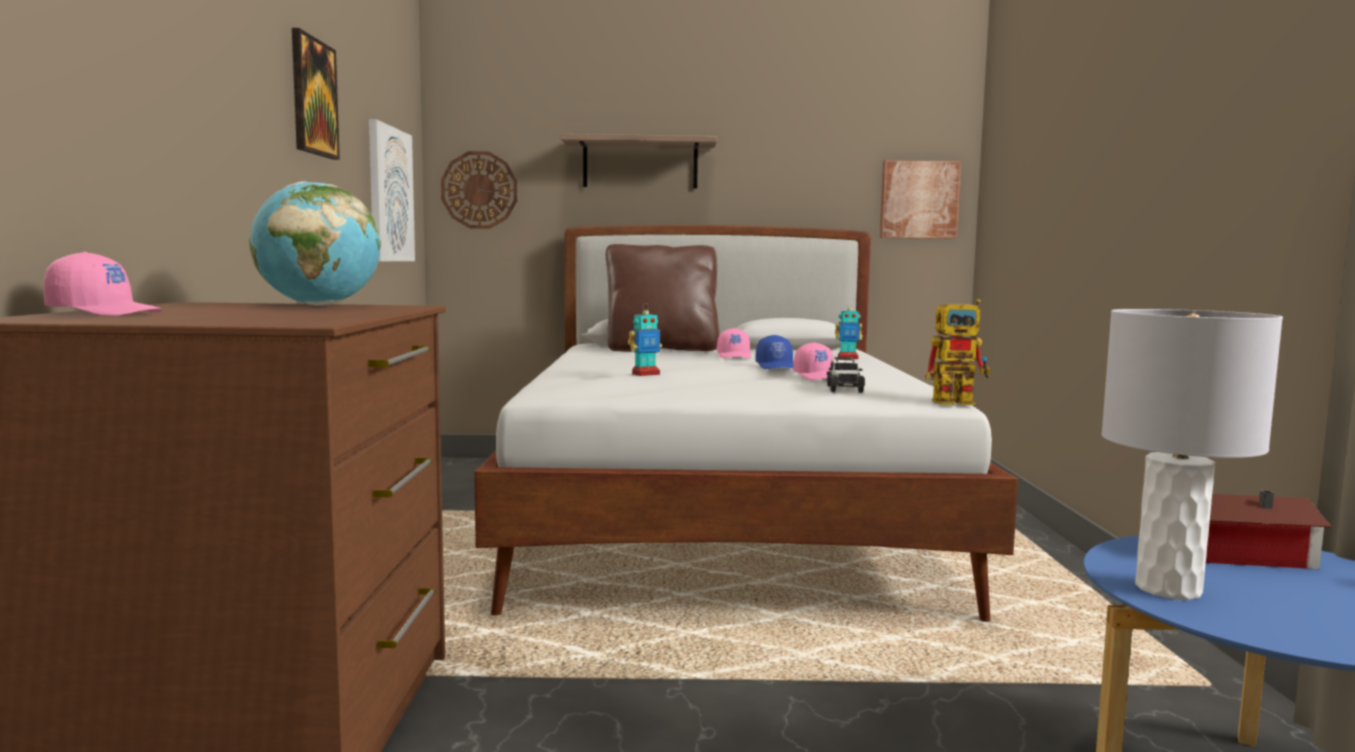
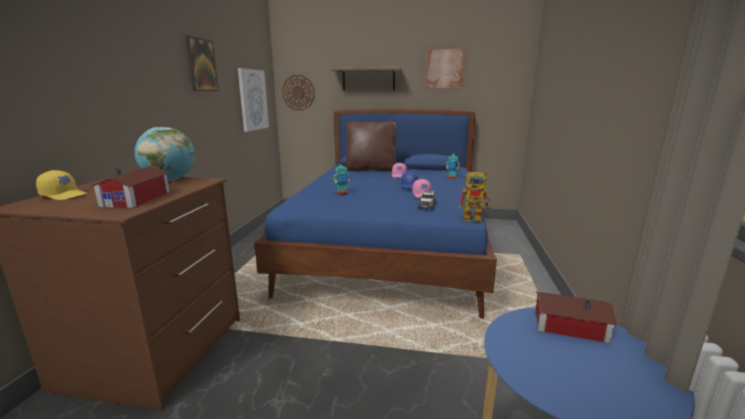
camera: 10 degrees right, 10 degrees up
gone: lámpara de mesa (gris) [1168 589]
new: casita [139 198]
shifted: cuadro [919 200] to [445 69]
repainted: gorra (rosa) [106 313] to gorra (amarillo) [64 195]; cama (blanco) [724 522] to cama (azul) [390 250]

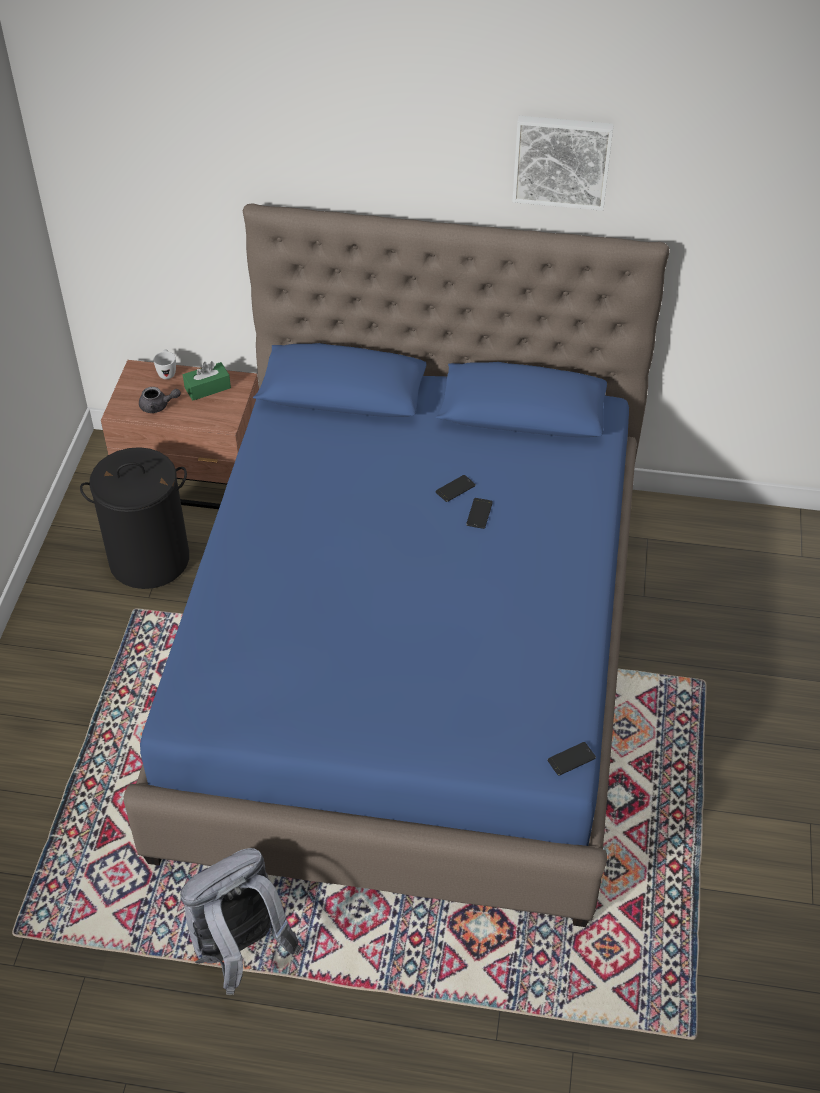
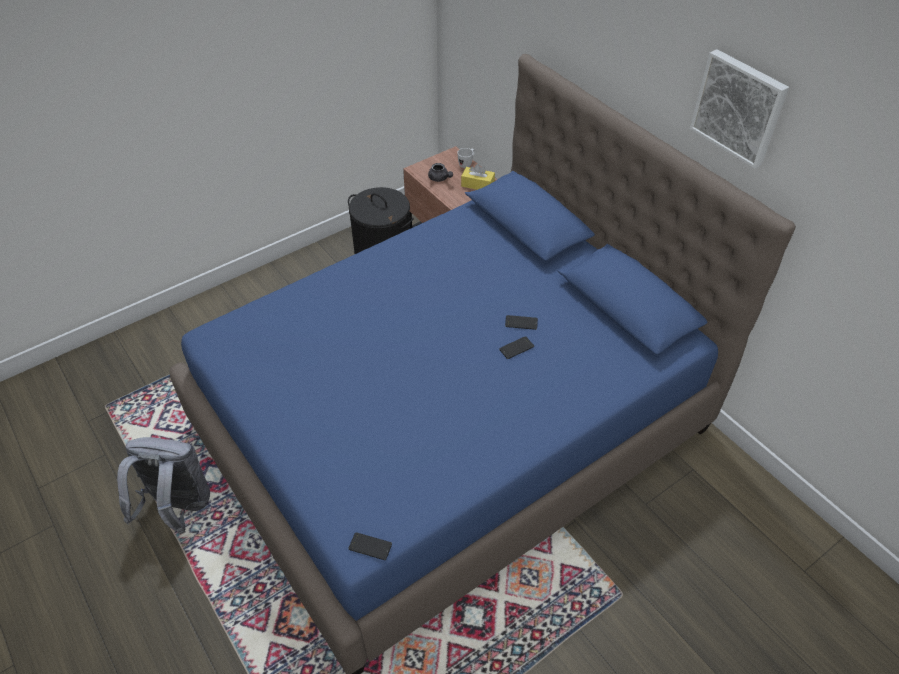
camera: 45 degrees right, 0 degrees up
repainted: caja de pañuelos (verde) [207 388] to caja de pañuelos (amarillo) [477 184]

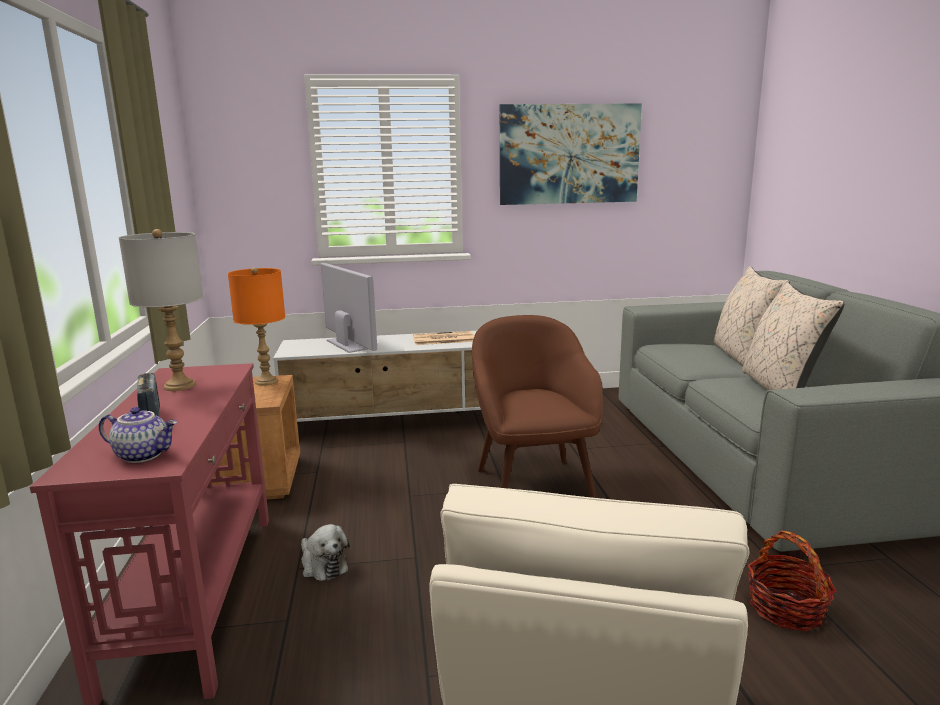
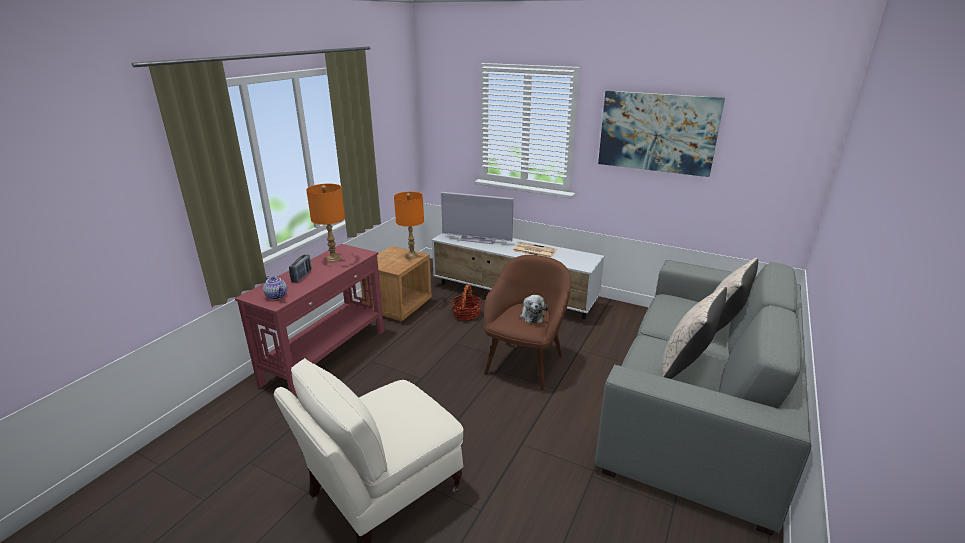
camera: 35 degrees right, 10 degrees up
shifted: cesta [786 609] to [467 314]; peluche [322 565] to [532 315]
repainted: lámpara de mesa (gris) [179 386] to lámpara de mesa (naranja) [333 259]
rotated: televisor [346 345] = [477 240] 105 degrees clockwise

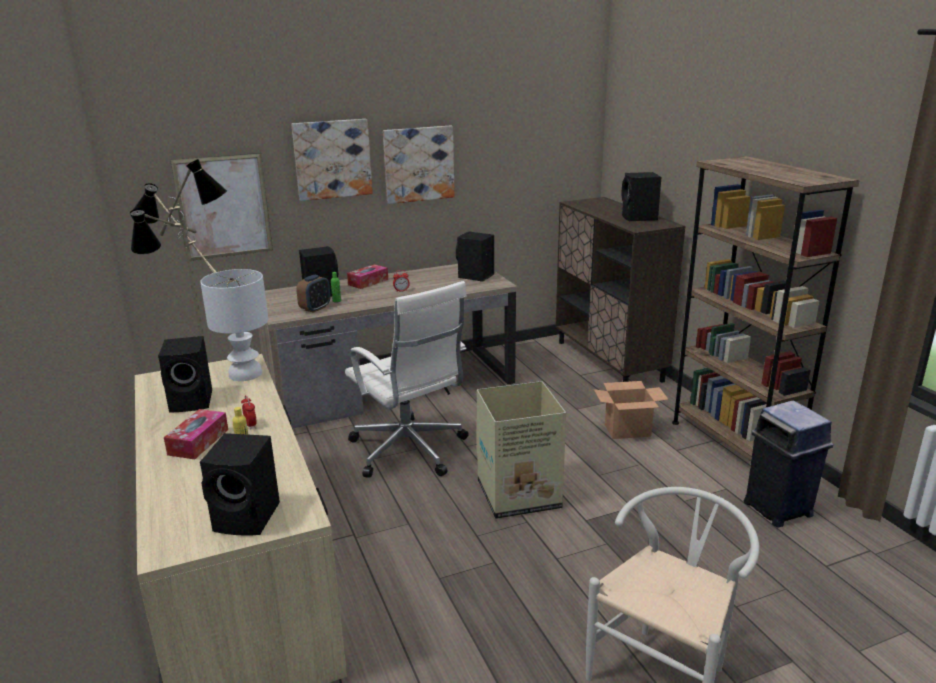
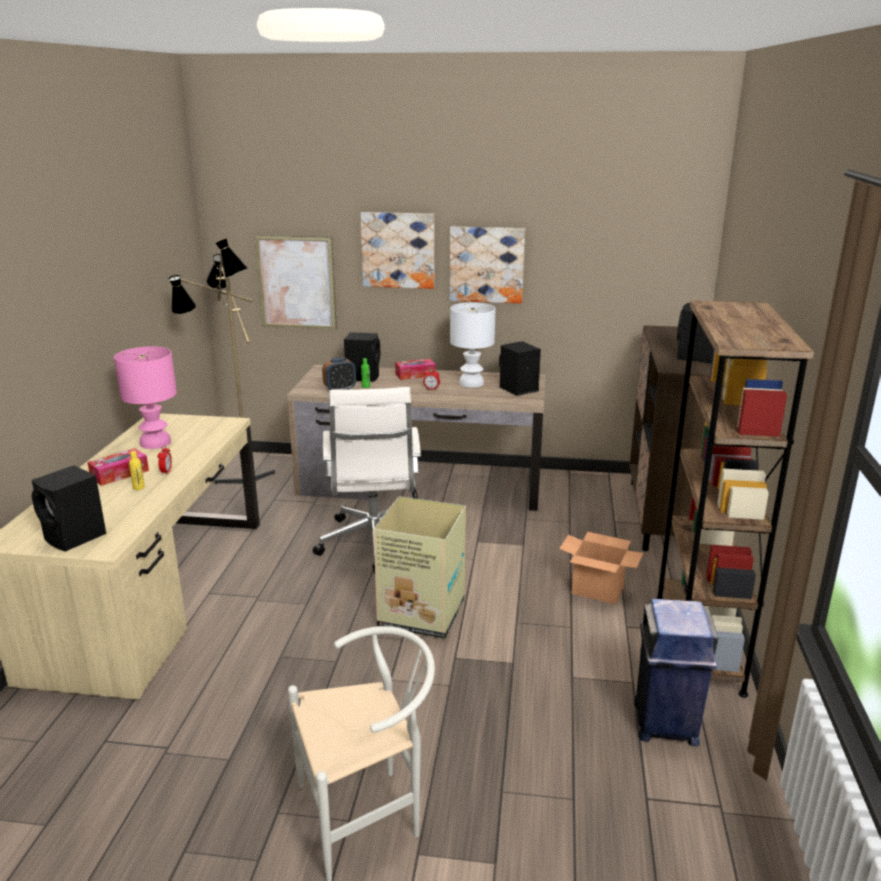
camera: 30 degrees right, 0 degrees up
shifted: lámpara de mesa (blanco) [246 374] to [472 383]
swapped: altavoz (negro) [193 401] to lámpara de mesa (rosa) [156 443]

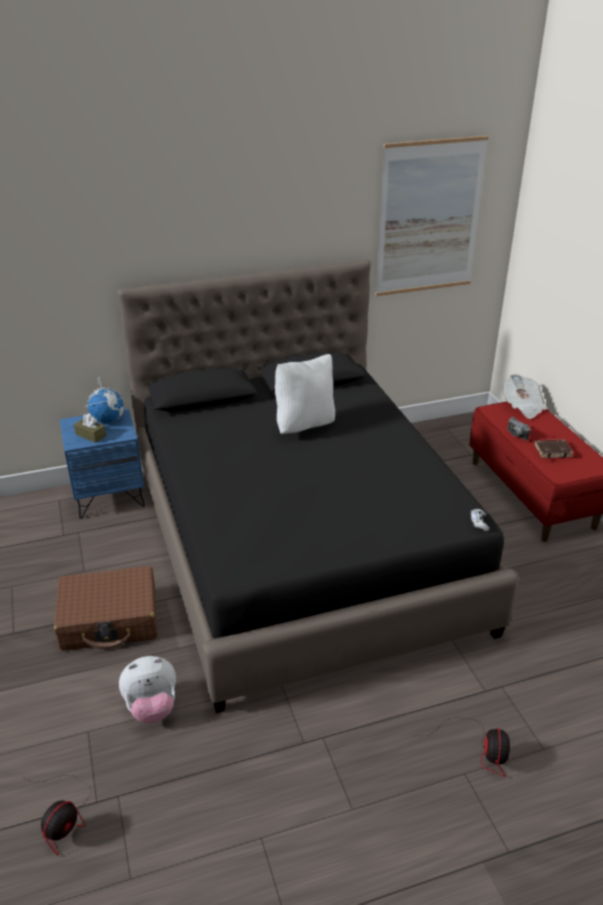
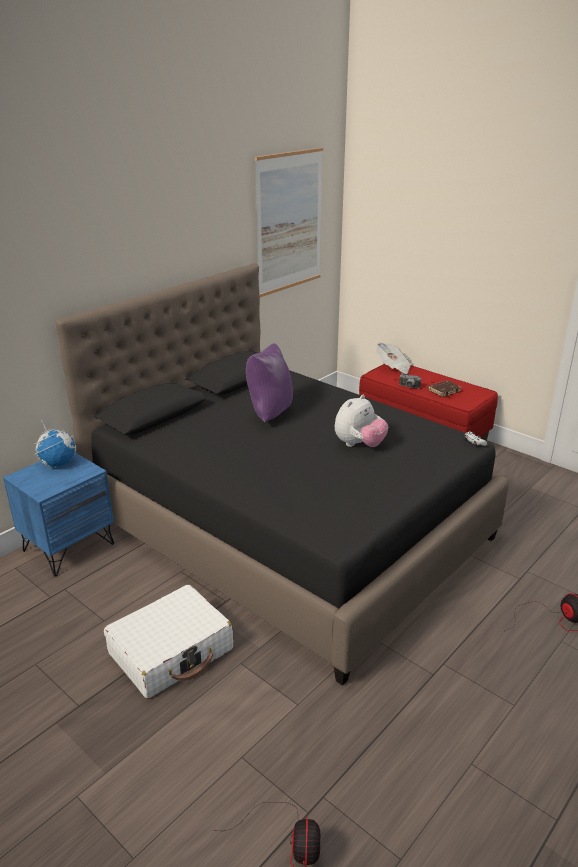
camera: 30 degrees left, 5 degrees down
gone: caja de pañuelos (marrón) [91 435]
shifted: peluche [152 708] to [359 445]
repainted: maleta (marrón) [110 620] to maleta (blanco) [171 652]; cojín (blanco) [304 425] to cojín (morado) [269 413]

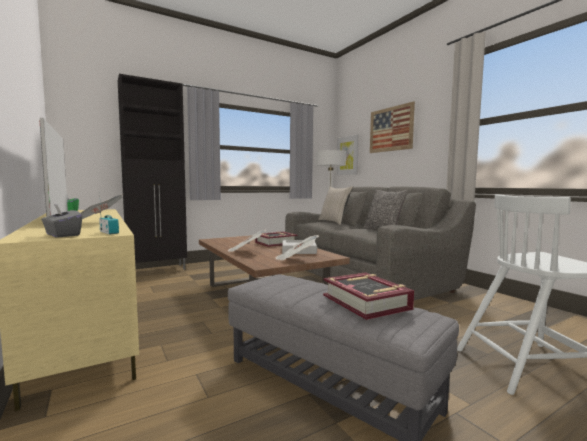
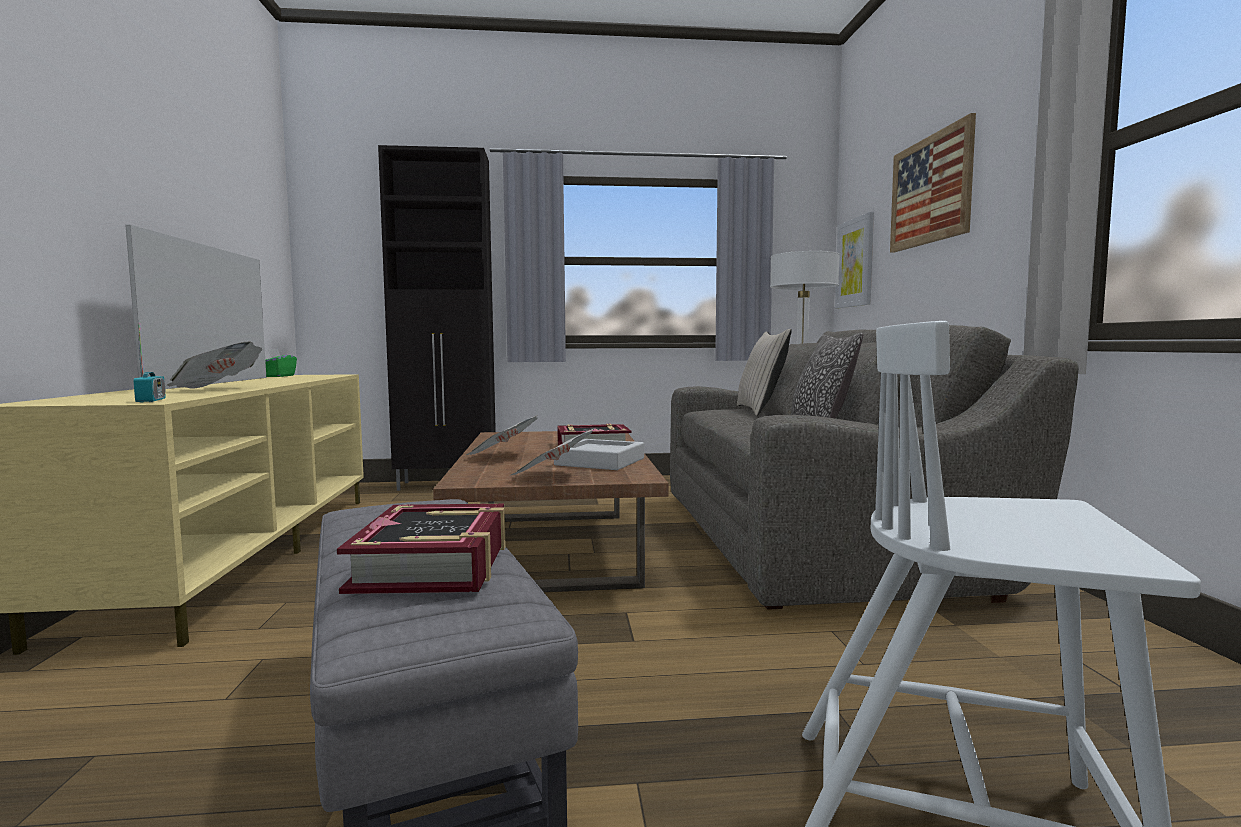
camera: 25 degrees right, 0 degrees up
gone: caja de pañuelos (gris) [62 235]

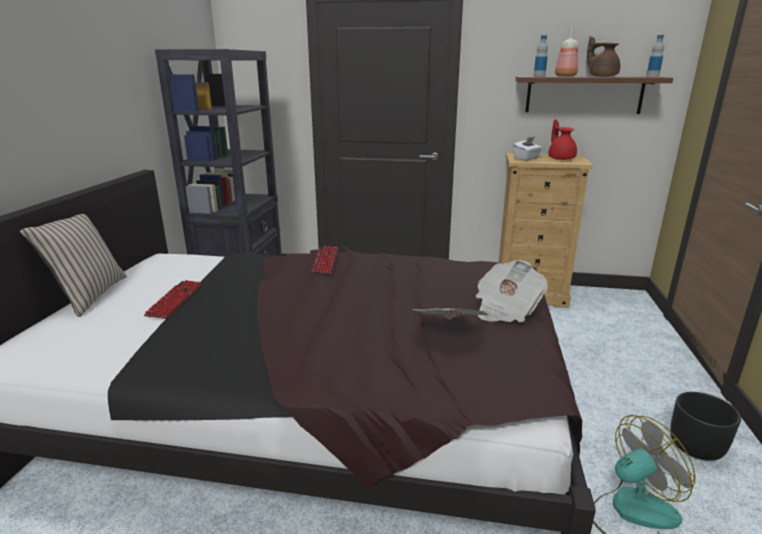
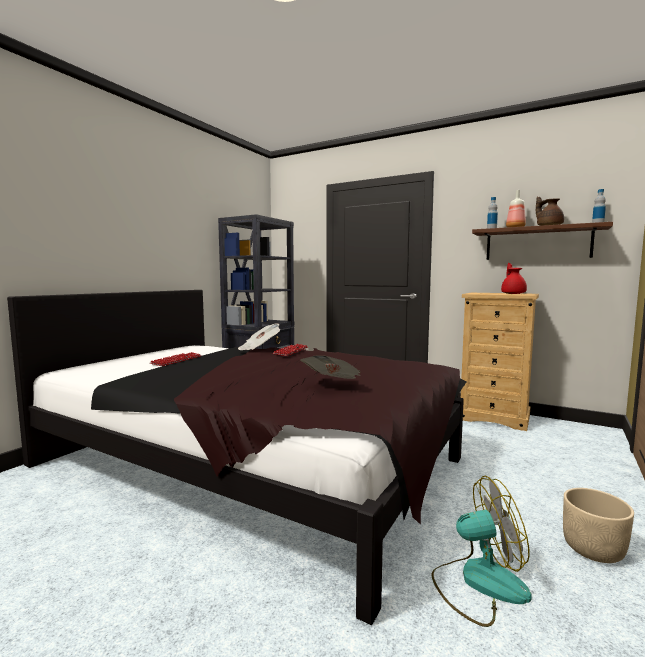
camera: 20 degrees right, 15 degrees down
gone: cojín (beis) [89 296]; caja de pañuelos (blanco) [526 158]
shifted: periódico [506 309] to [259 348]
repainted: maceta (negro) [696 447] to maceta (beis) [593 550]

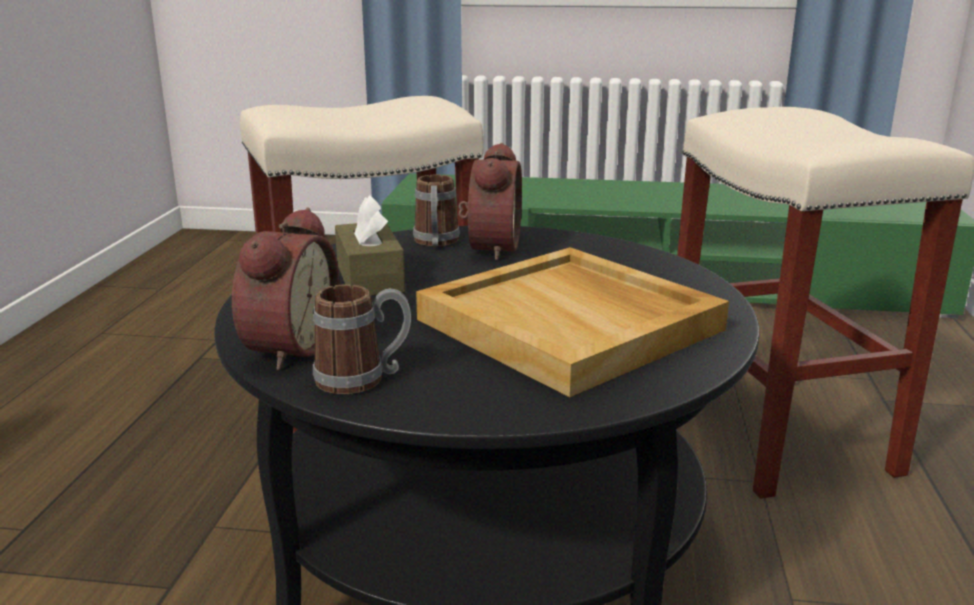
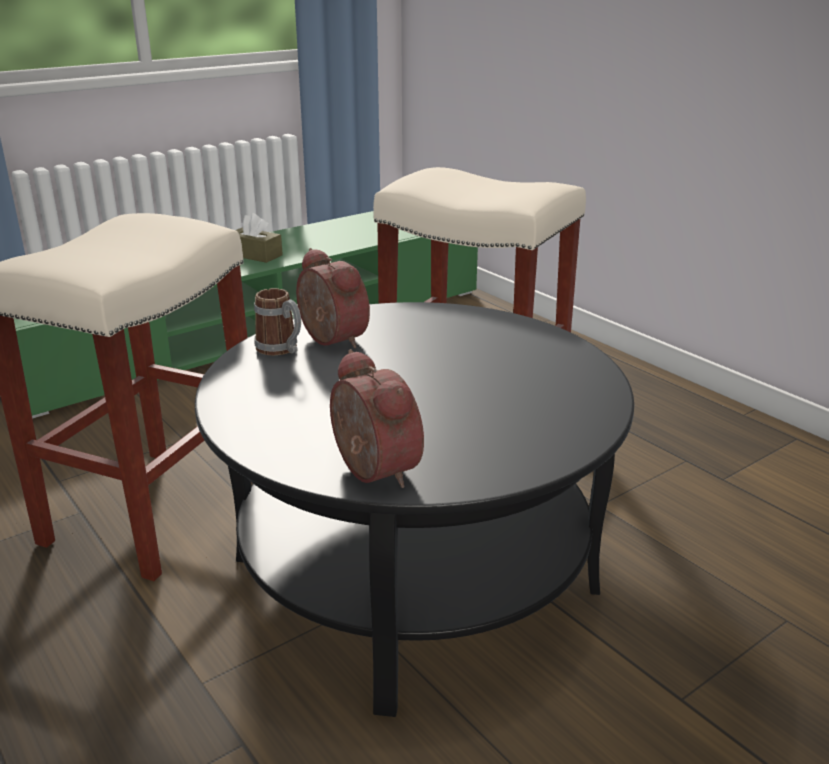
camera: 45 degrees left, 5 degrees up
gone: taza grande [363 378]; bandeja (beis) [572 324]
shifted: caja de pañuelos (marrón) [370 278] to [255 255]

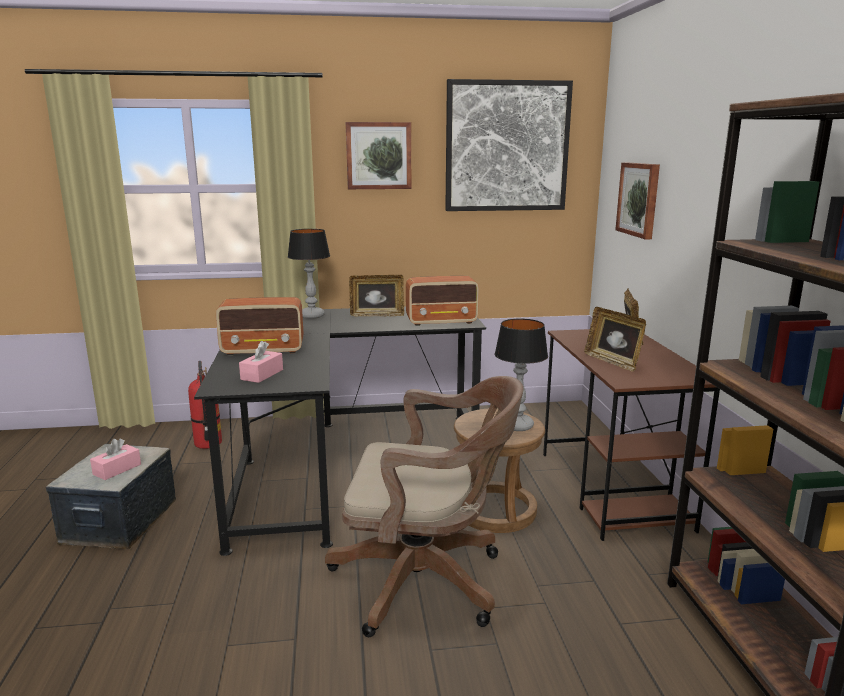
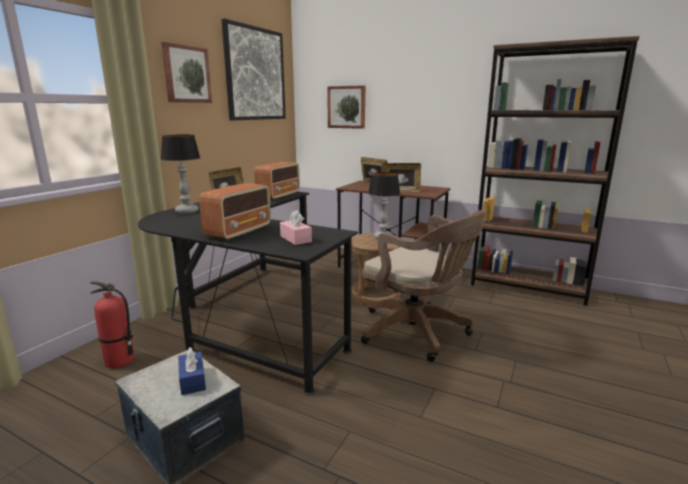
camera: 55 degrees left, 0 degrees up
repainted: caja de pañuelos (rosa) [117 469] to caja de pañuelos (azul) [192 380]
rotated: silla de oficina (marrón) [427 581] = [418 332] 90 degrees clockwise

